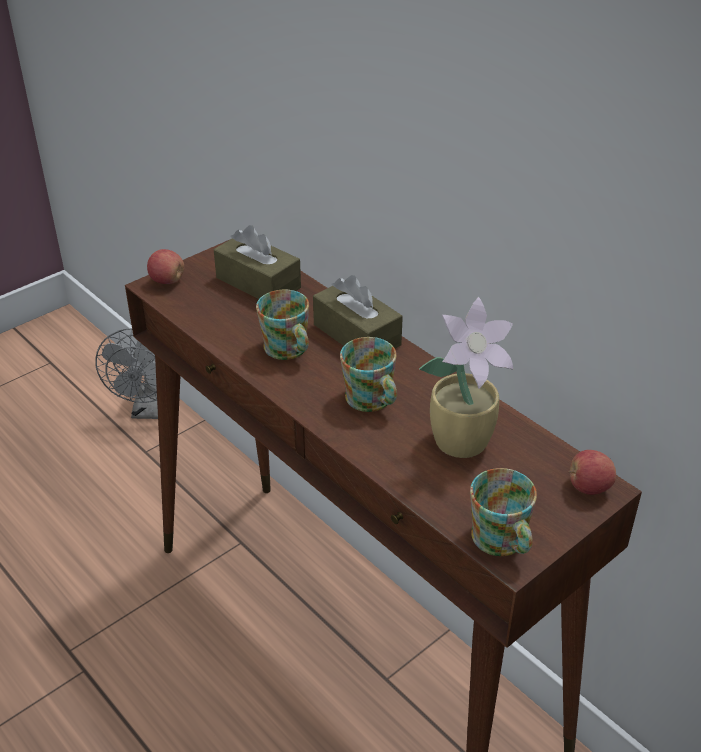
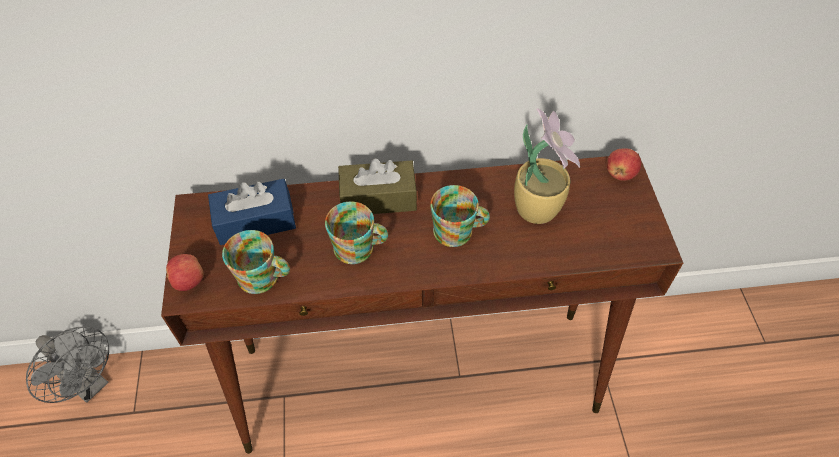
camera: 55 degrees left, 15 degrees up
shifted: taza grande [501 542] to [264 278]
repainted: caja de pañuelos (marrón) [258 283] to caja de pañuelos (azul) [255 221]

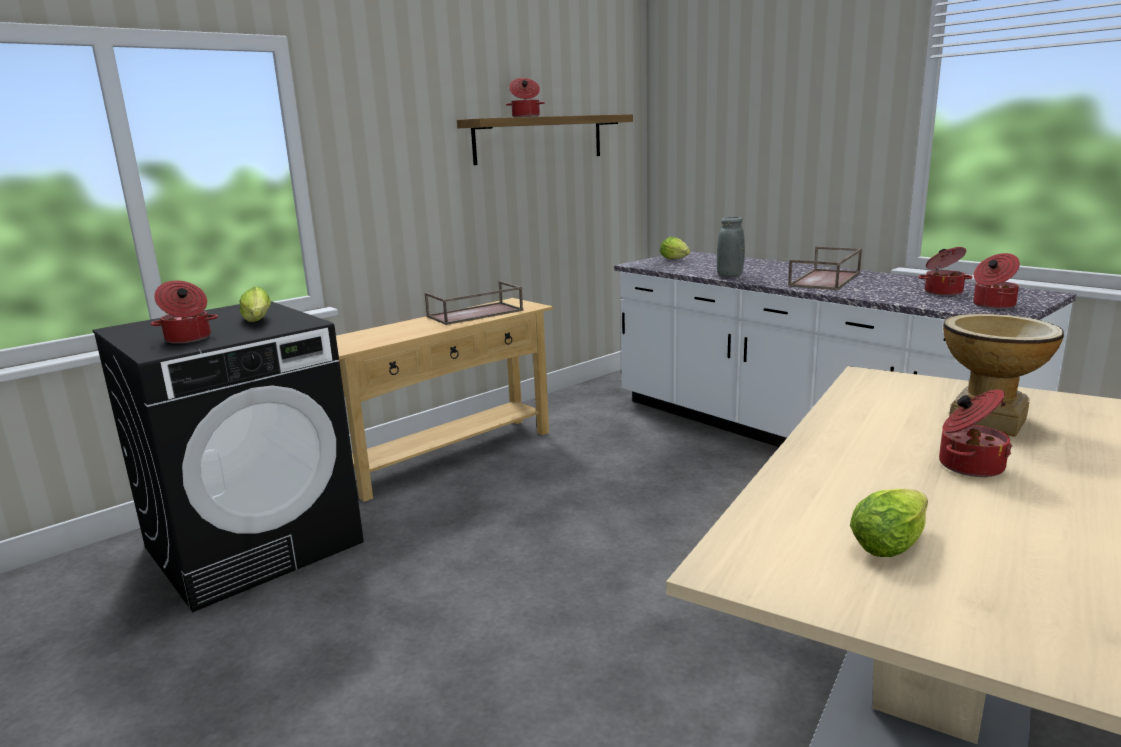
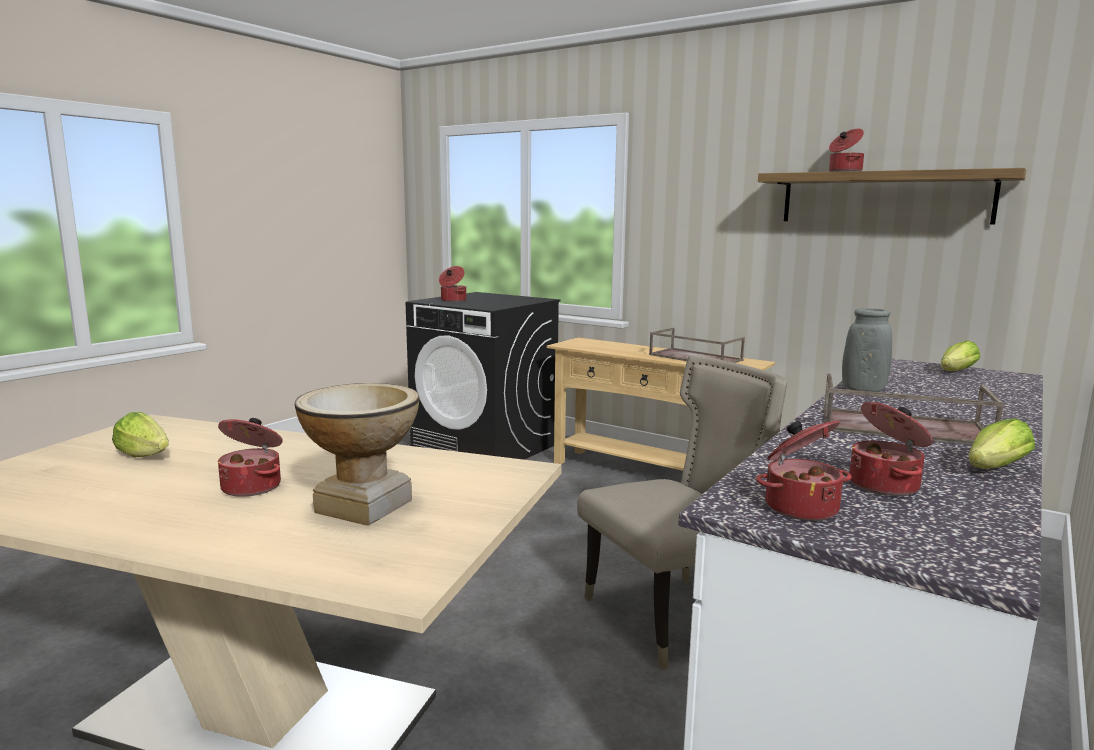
camera: 75 degrees right, 5 degrees down
new: silla (beis) [675 614]
shifted: lechuga [258 321] to [992 470]

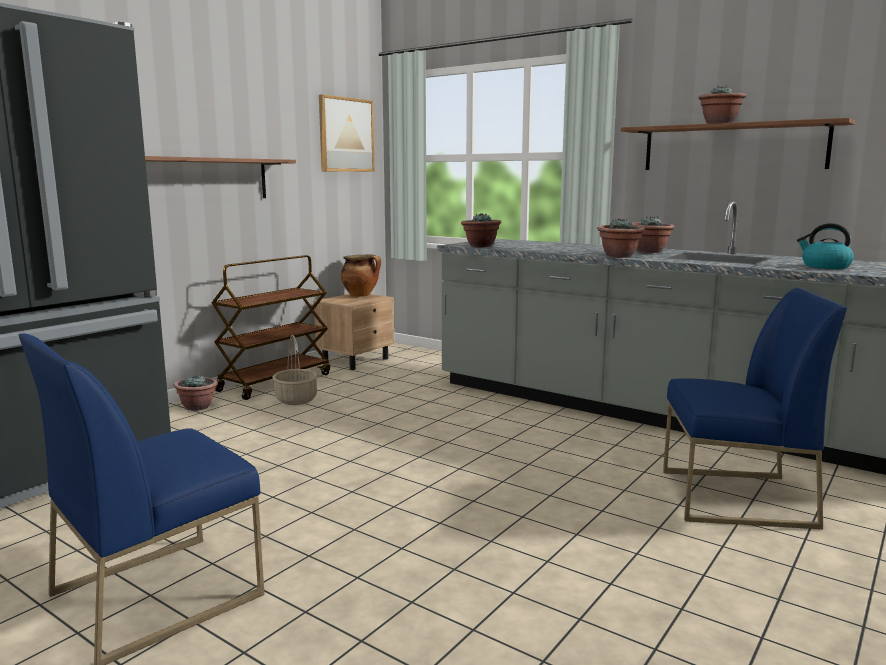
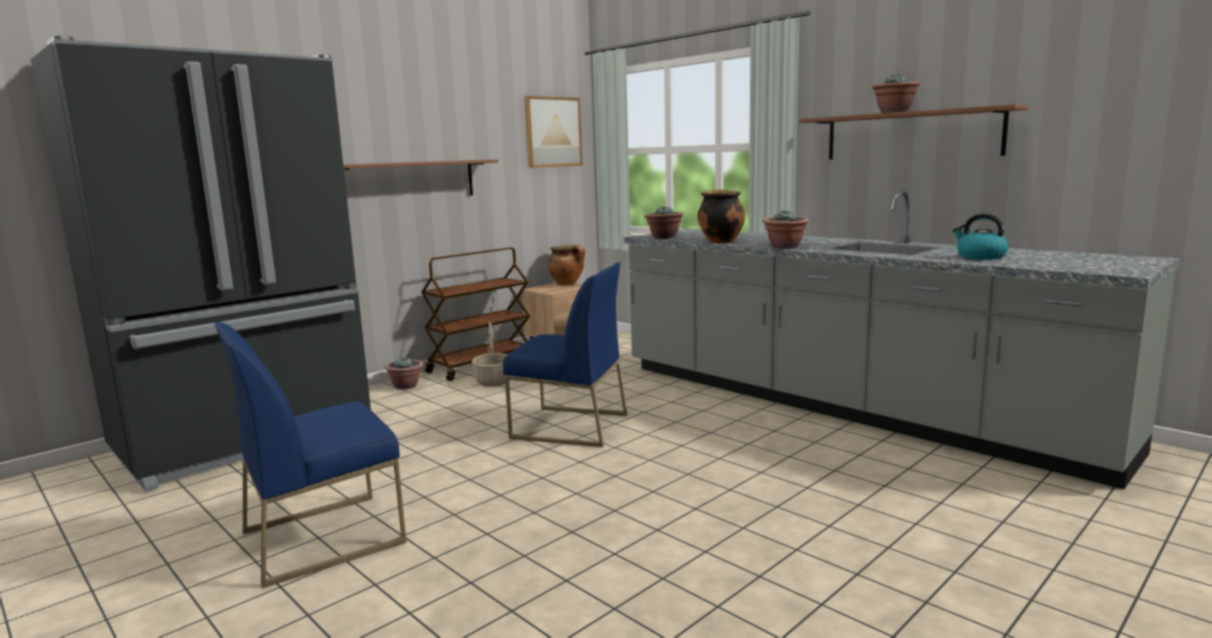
camera: 10 degrees right, 0 degrees up
gone: planta en maceta [650 251]
new: olla [720 242]
shifted: silla (azul) [734 498] to [568 426]

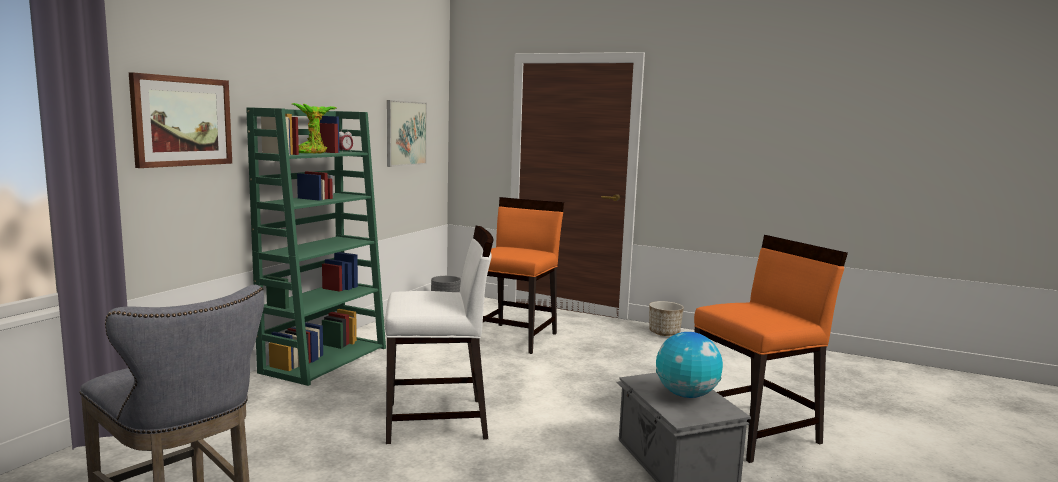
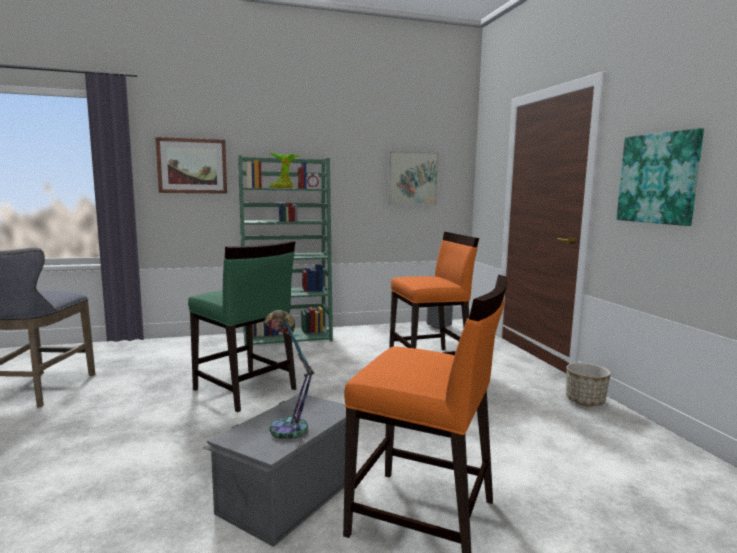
camera: 50 degrees right, 0 degrees up
new: cuadro [658 178]
swapped: globo terráqueo [686 395] to lámpara de mesa [287 424]
repainted: silla (blanco) [437 421] to silla (verde) [245 390]

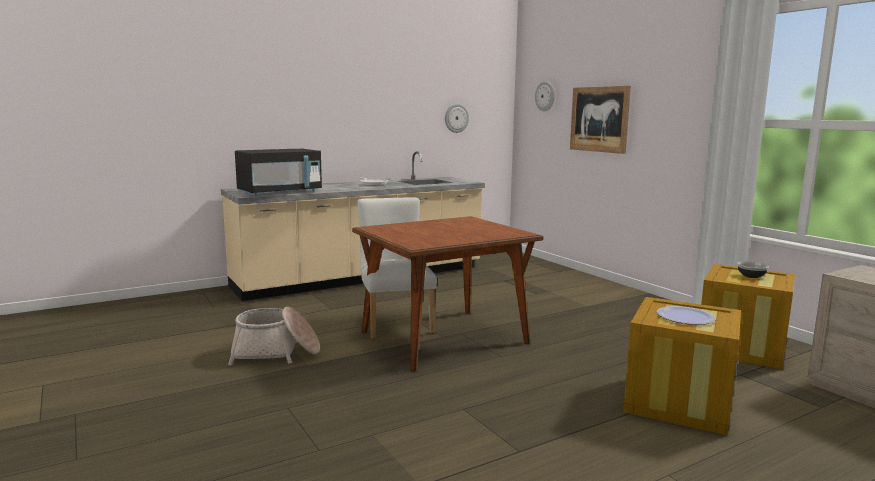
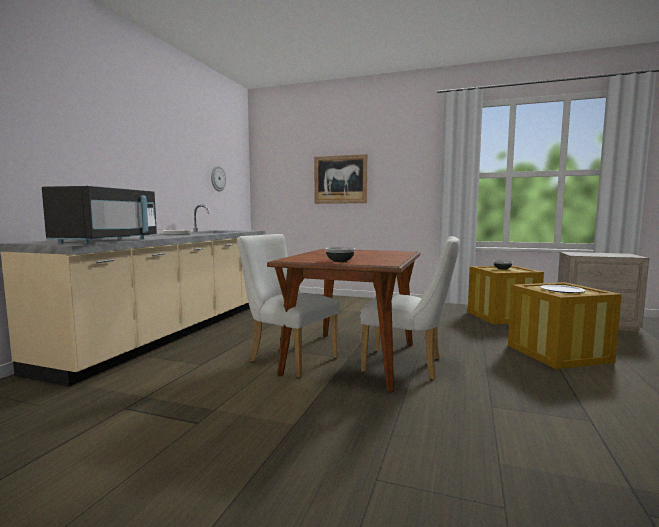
camera: 40 degrees left, 5 degrees down
gone: cesta [276 353]; reloj de pared [545 96]
new: cuenco [340 261]; silla (blanco) [409 365]

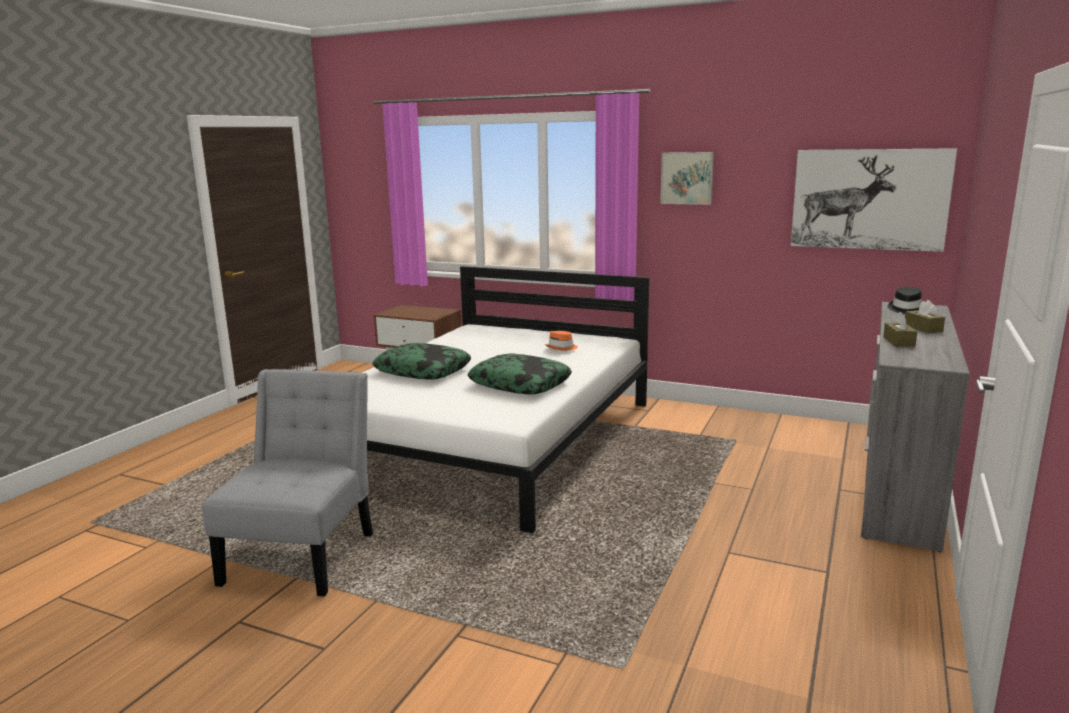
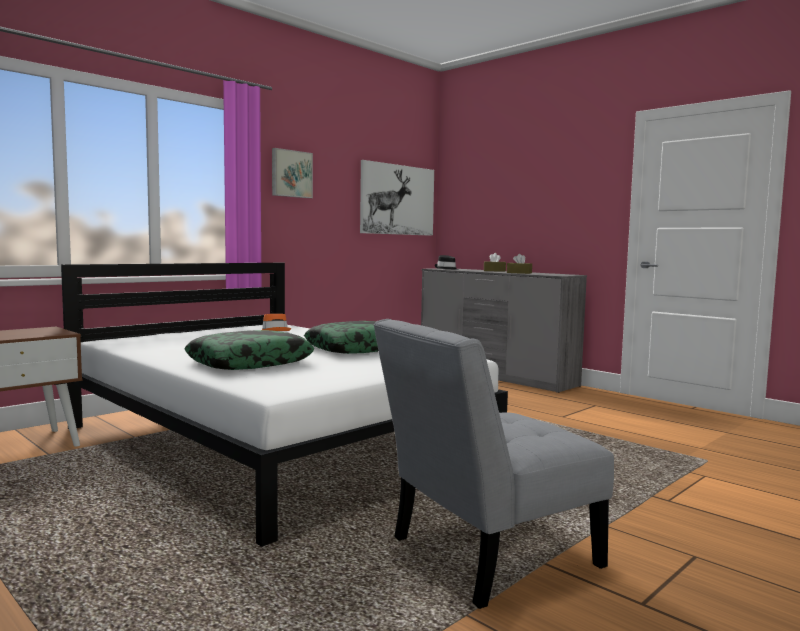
camera: 70 degrees left, 10 degrees down
rotated: silla (gris) [304 554] = [485 555] 60 degrees counterclockwise

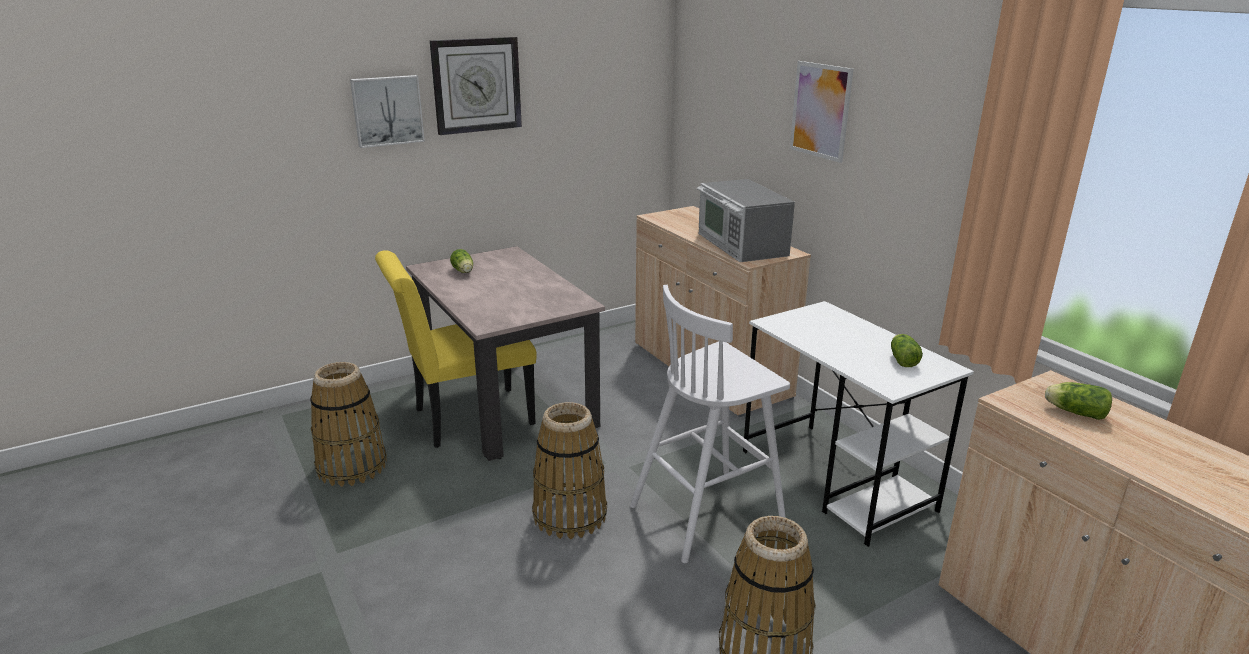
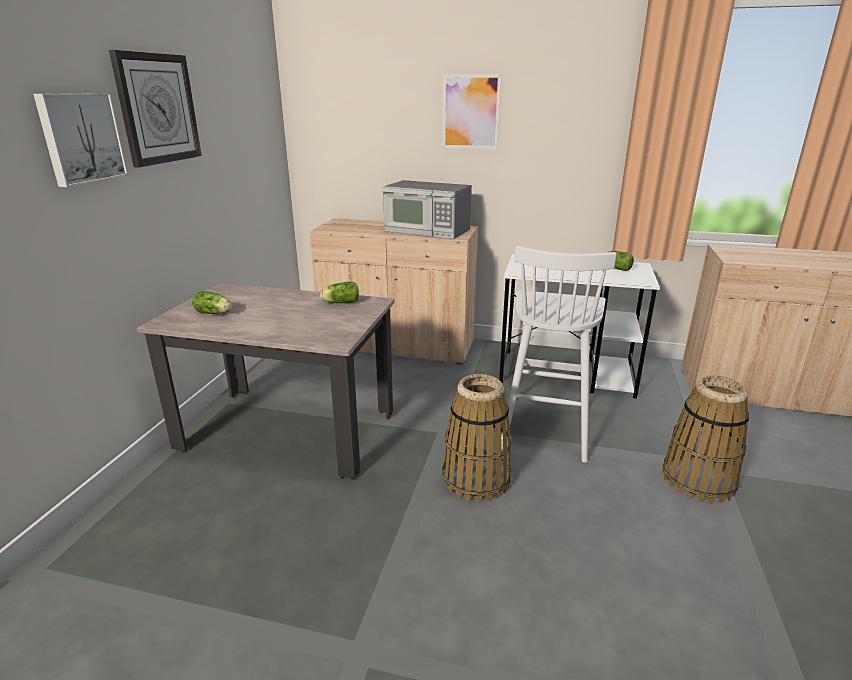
camera: 45 degrees left, 0 degrees up
gone: cesta [352 466]; silla (amarillo) [465 419]
shifted: lechuga [1073 412] to [340 302]

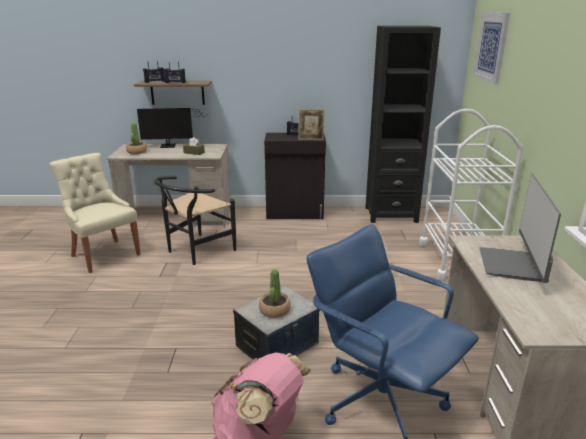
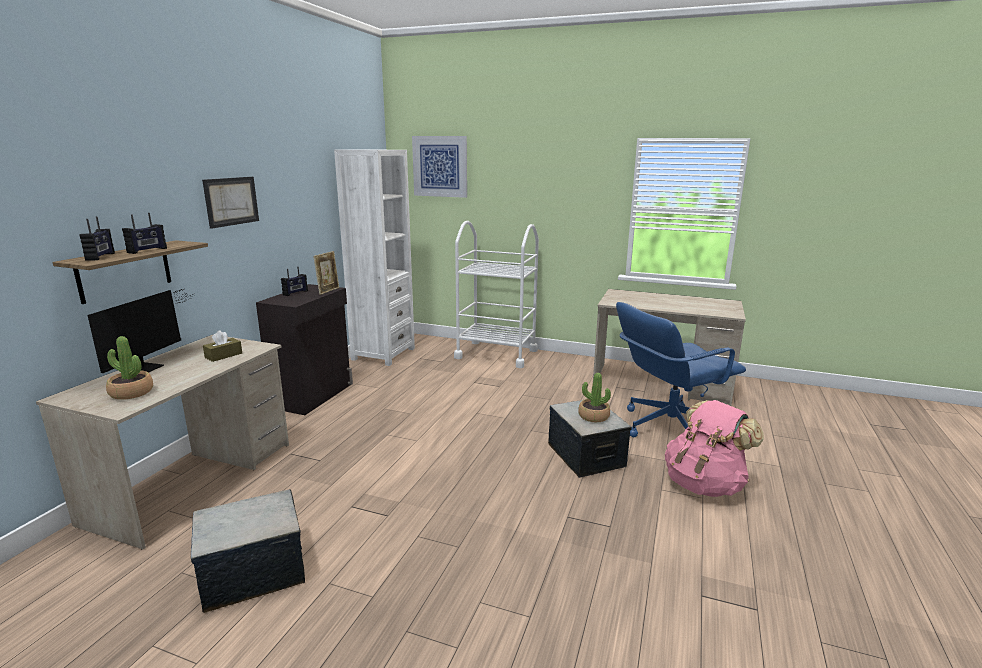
camera: 70 degrees left, 5 degrees down
gone: silla (negro) [196 251]; monitor [514 265]
new: cuadro [231 201]
swapped: silla (beis) [104 254] to caja de almacenaje [253 572]
repainted: estantería (negro) [391 214] to estantería (blanco) [383 354]

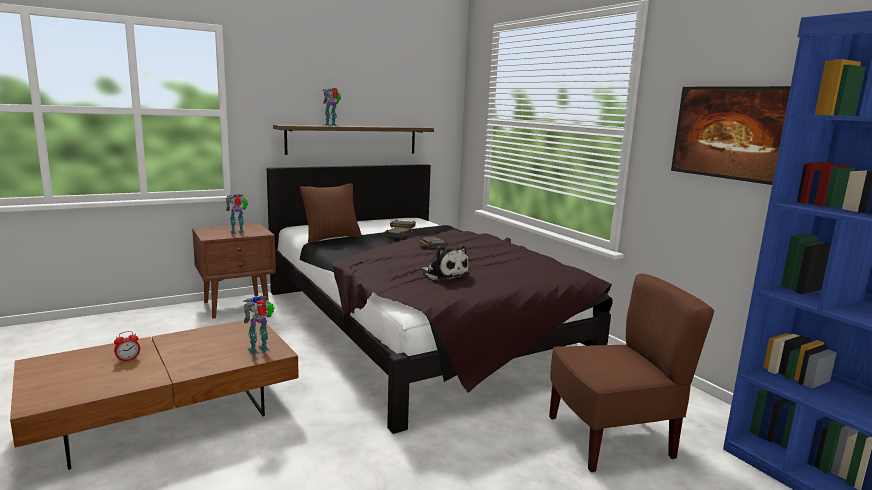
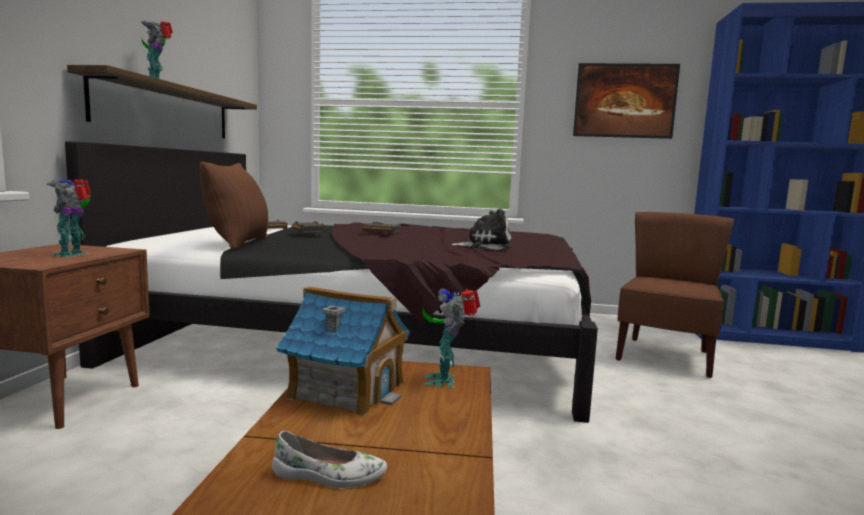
camera: 50 degrees left, 5 degrees down
new: casita [346 390]
swapped: despertador [128 359] to zapato (blanco) [329 476]

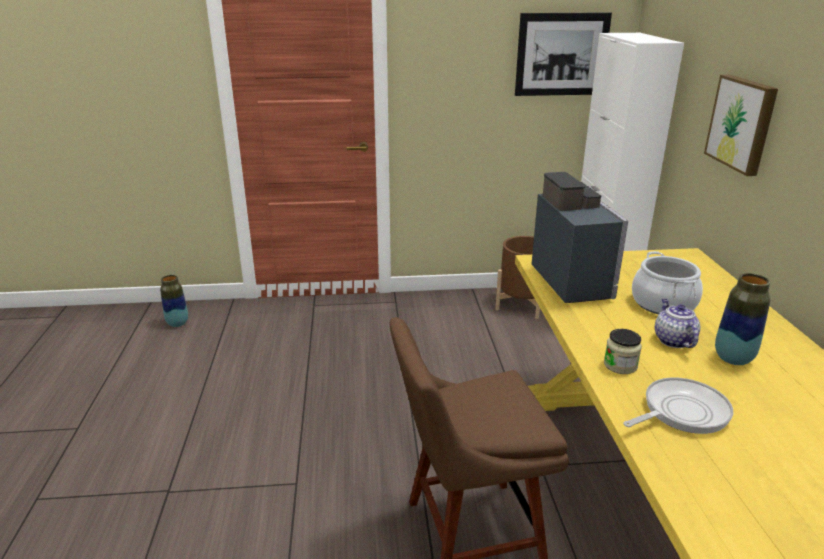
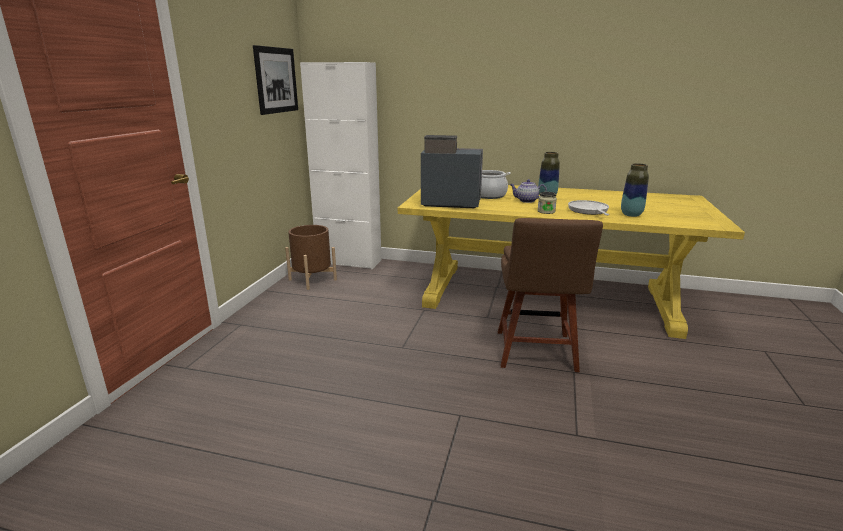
camera: 70 degrees left, 5 degrees down
gone: cuadro [742 123]
shifted: florero [177 323] to [631 215]

